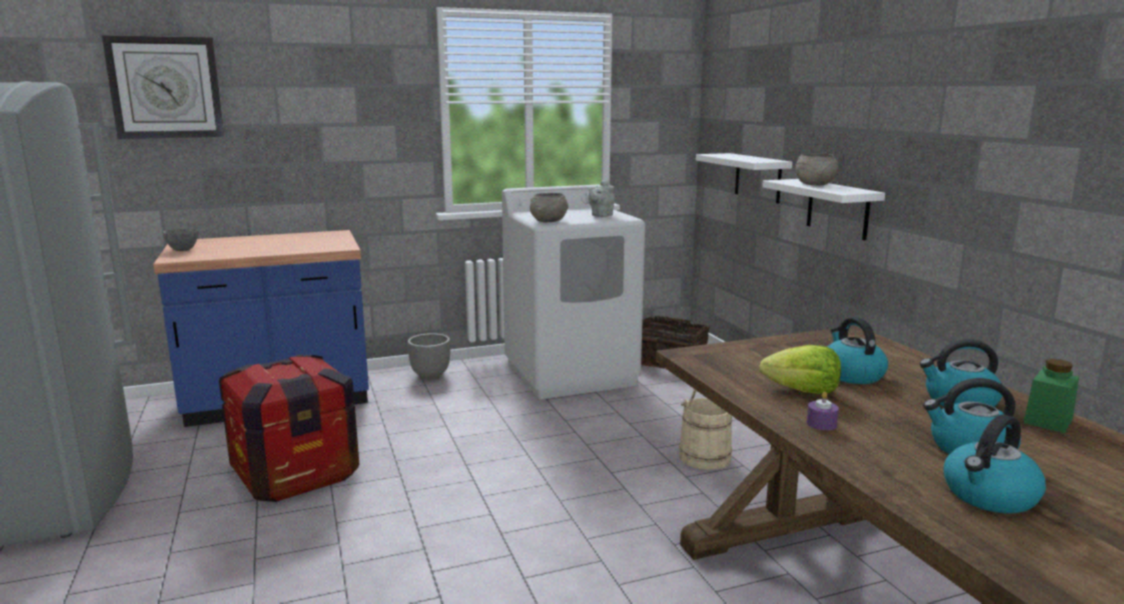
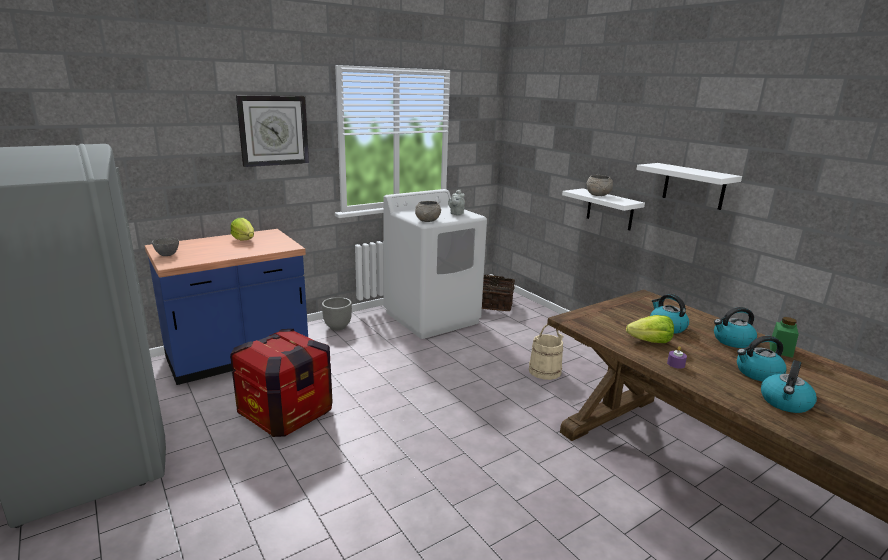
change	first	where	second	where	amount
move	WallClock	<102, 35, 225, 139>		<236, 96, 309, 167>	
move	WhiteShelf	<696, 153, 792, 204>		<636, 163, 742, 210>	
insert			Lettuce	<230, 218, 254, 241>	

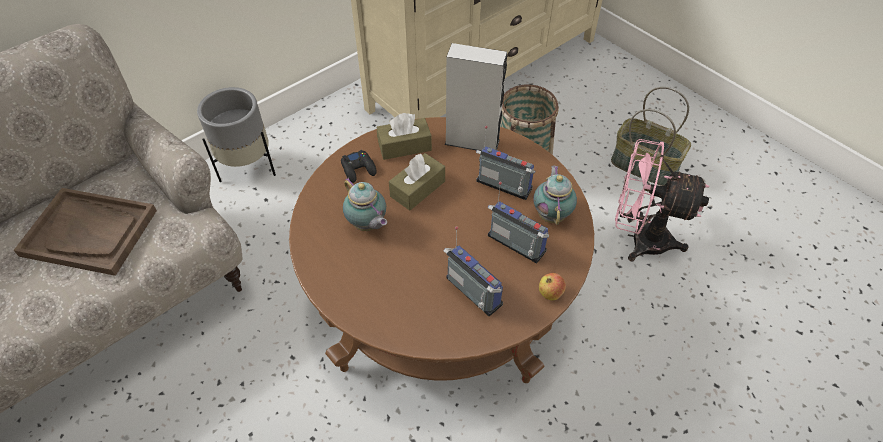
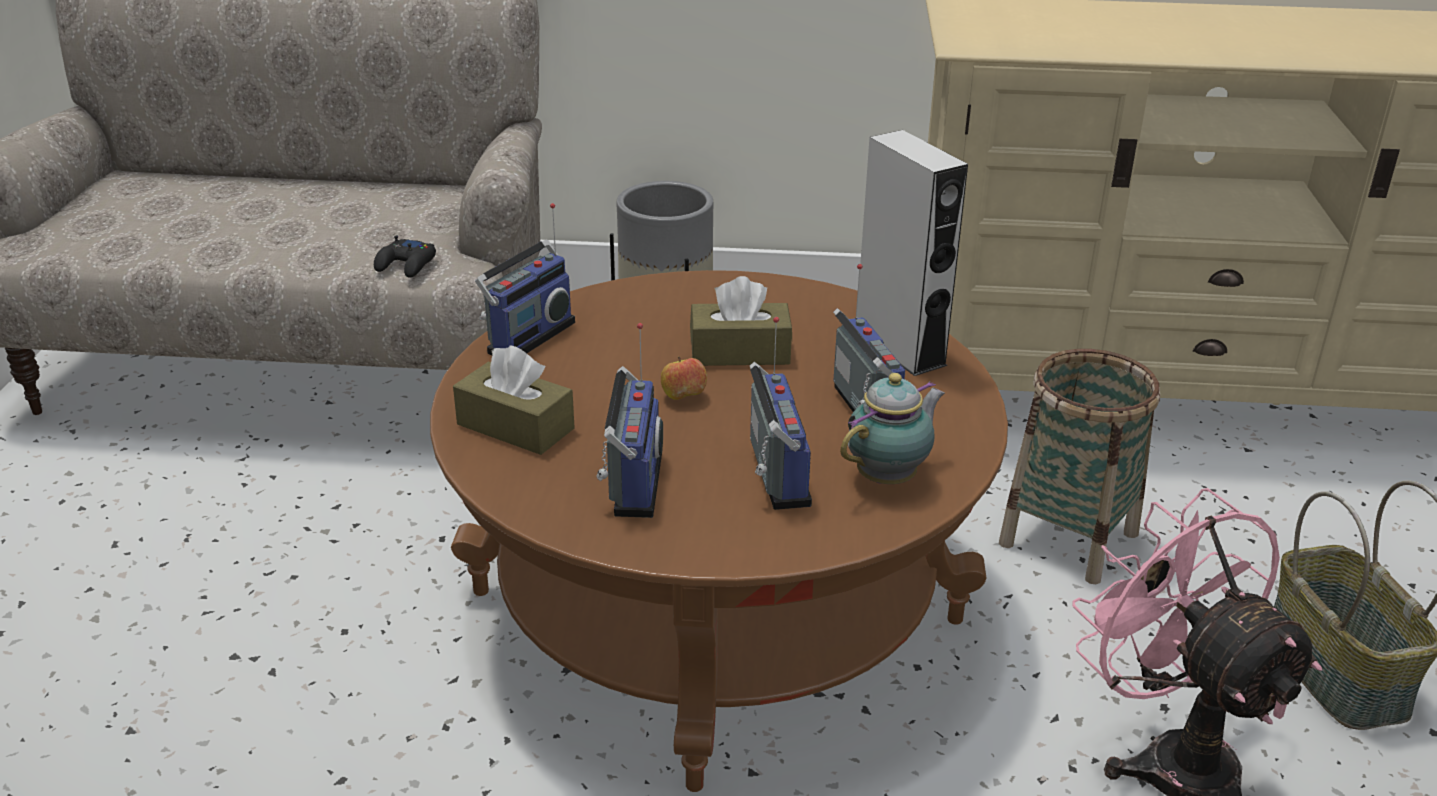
change	first	where	second	where	amount
delete	BrownTray	<13, 188, 157, 276>			
move	BlackGameController	<341, 150, 376, 183>		<374, 235, 436, 278>	
delete	Teapot	<343, 177, 387, 231>			
move	BrownTissueBox	<377, 113, 432, 160>		<453, 345, 575, 455>	
move	Apple	<539, 273, 566, 300>		<661, 356, 707, 400>	
insert			Radio	<475, 203, 575, 355>	

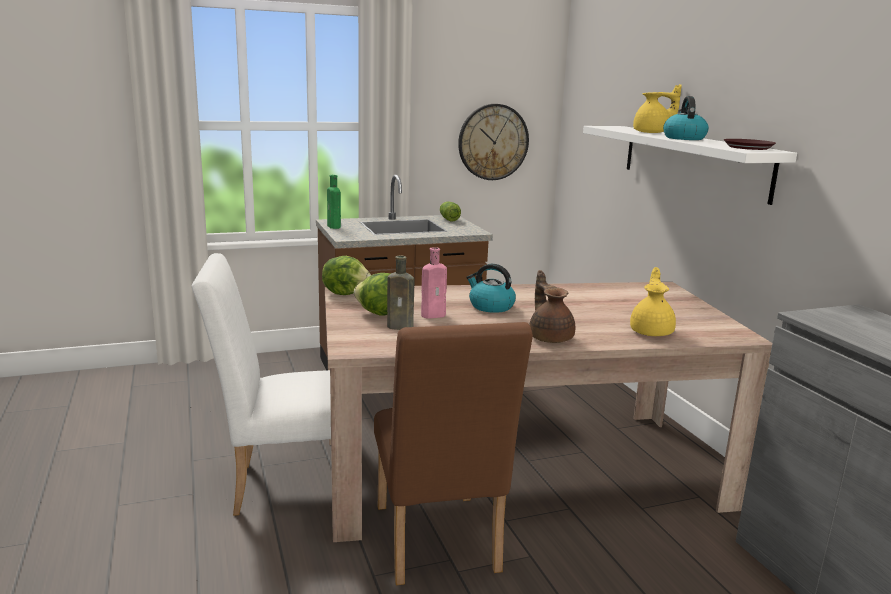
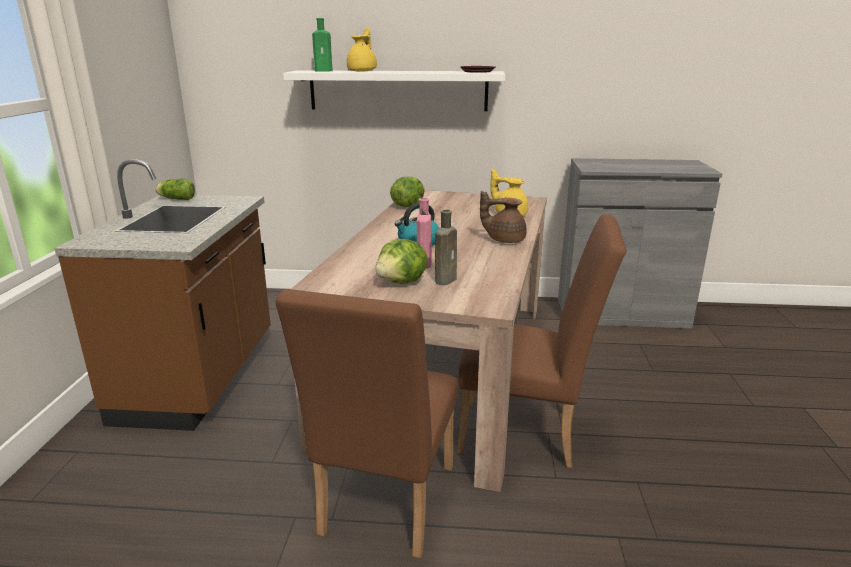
change	first	where	second	where	amount
recolor	WhiteChair	<191, 253, 331, 516>	BrownChair	<276, 289, 458, 558>	
move	Lettuce	<322, 256, 371, 295>		<390, 177, 425, 208>	
move	GreenBottle	<327, 175, 341, 229>		<312, 18, 333, 71>	
delete	WallClock	<458, 104, 529, 180>			
delete	Kettle	<663, 96, 709, 140>			

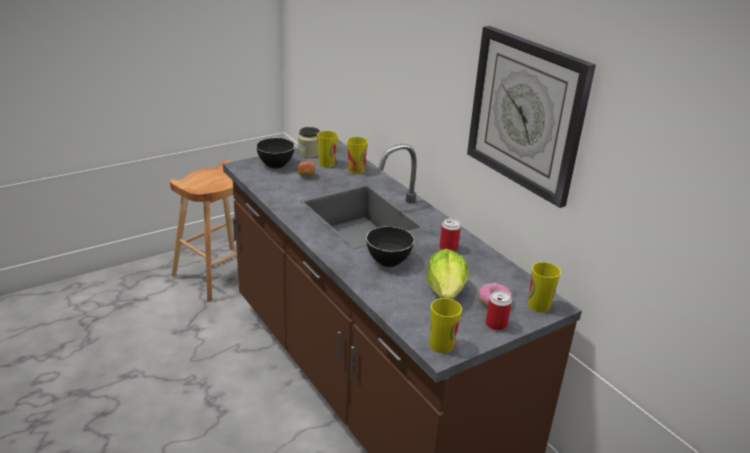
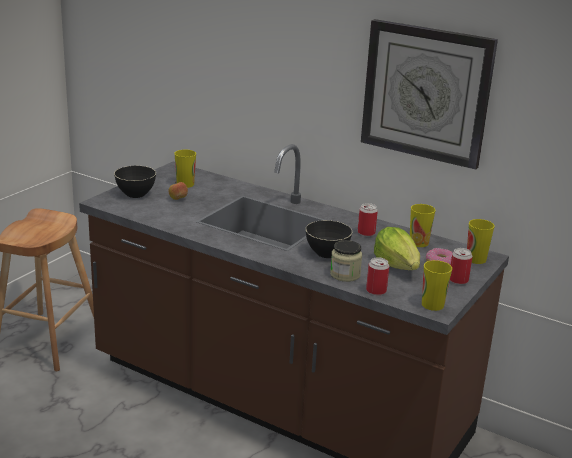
change	first	where	second	where	amount
move	Jar	<298, 127, 320, 158>		<330, 240, 362, 282>	
move	Cup	<347, 137, 368, 174>		<410, 204, 436, 247>	
insert			Can	<366, 257, 389, 295>	

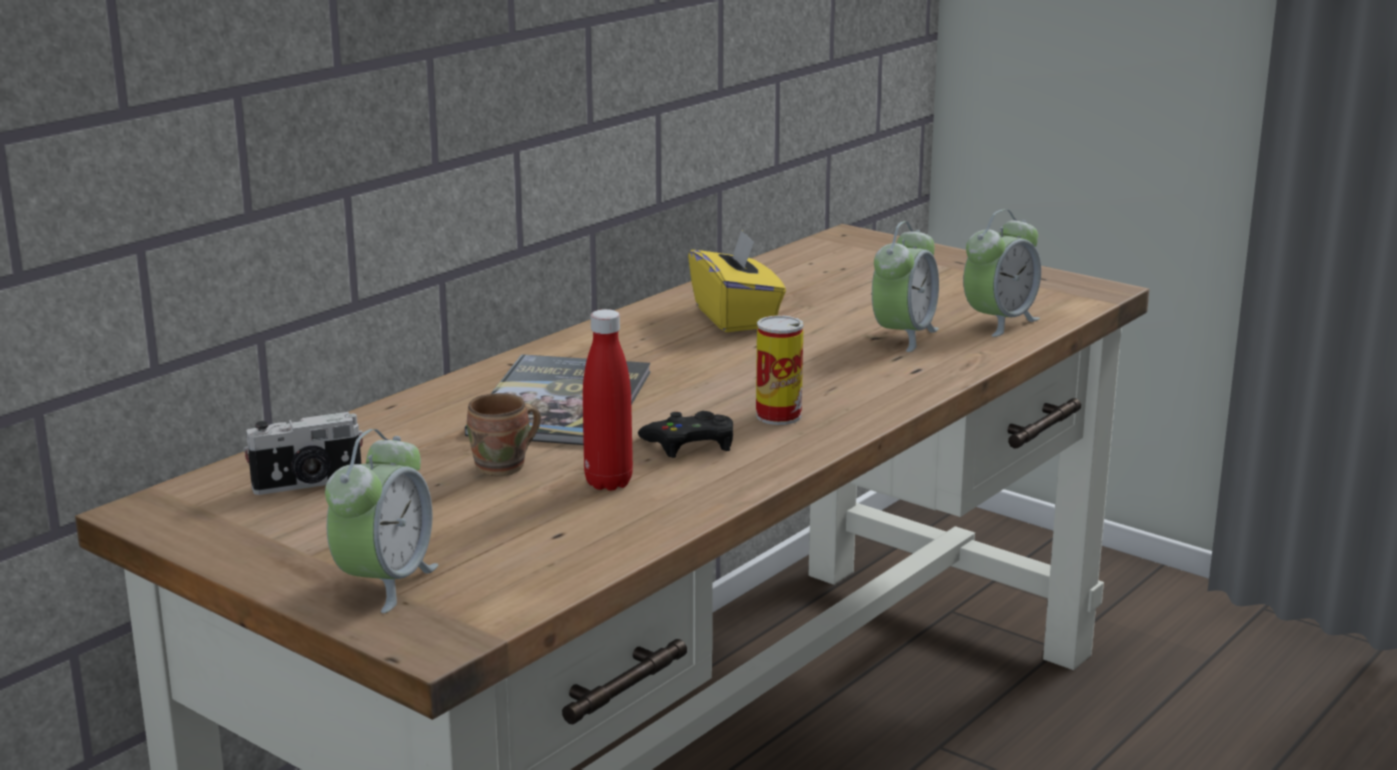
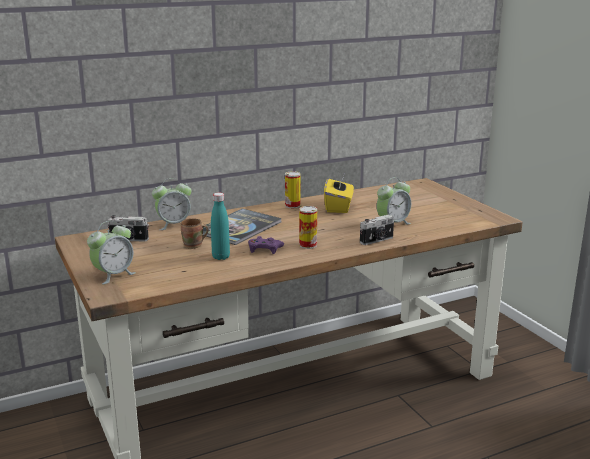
change	first	where	second	where	amount
recolor	RedBottle	<583, 309, 633, 491>	TurquoiseBottle	<211, 193, 230, 260>	
recolor	BlackGameController	<638, 411, 733, 458>	PurpleGameController	<248, 236, 284, 254>	
move	AlarmClock	<963, 209, 1041, 337>		<152, 178, 191, 230>	
insert			Can	<285, 171, 301, 208>	
insert			PhotoCamera	<360, 215, 394, 245>	

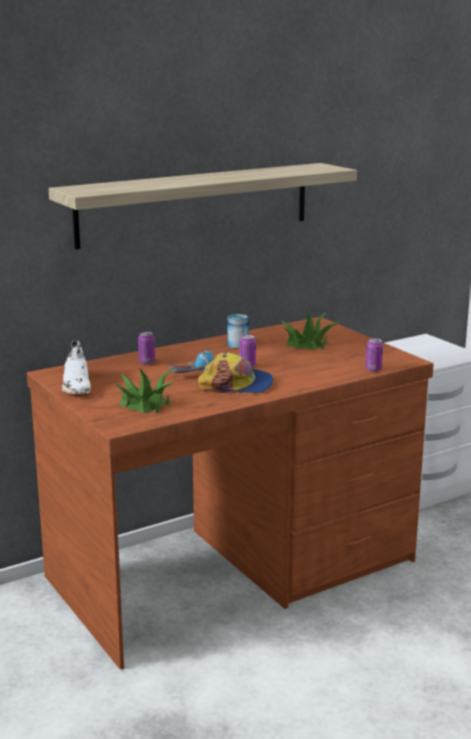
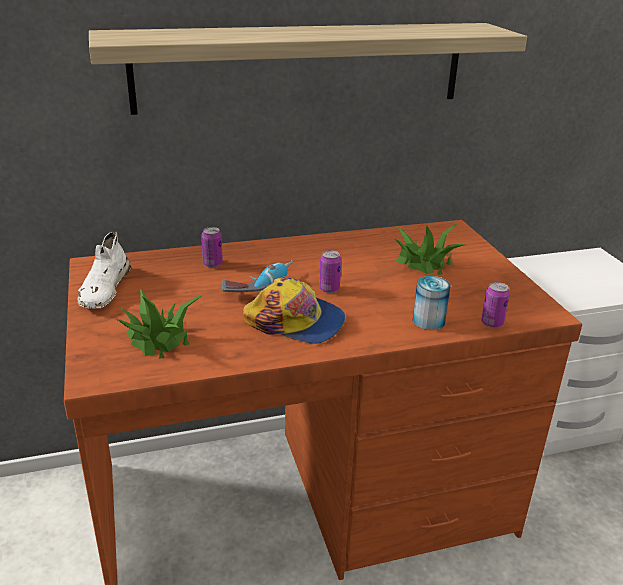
change	first	where	second	where	amount
move	Can	<227, 314, 249, 349>		<413, 276, 450, 330>	

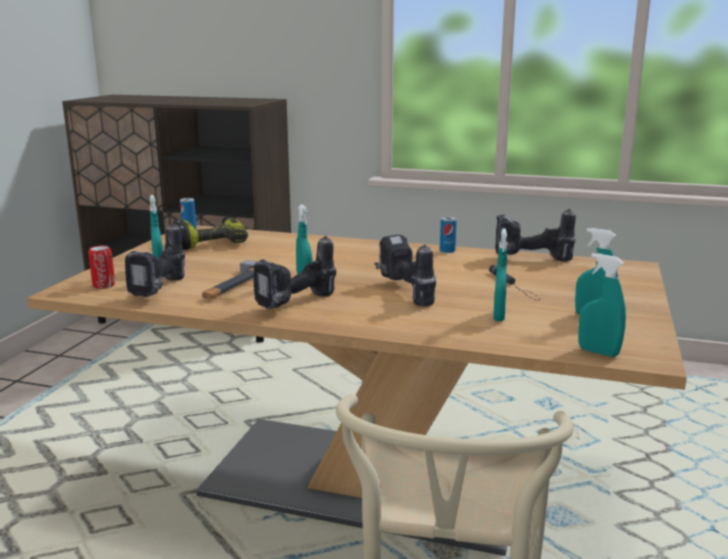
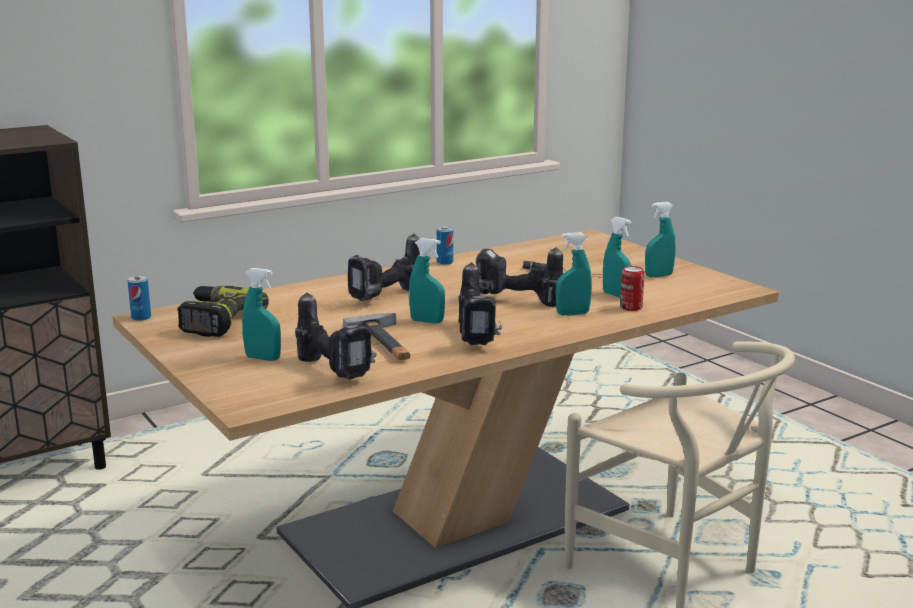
change	first	where	second	where	amount
move	Can	<88, 245, 115, 289>		<620, 266, 645, 311>	
move	PowerDrill	<495, 209, 576, 262>		<348, 233, 420, 301>	
move	TurquoiseSprayBottle	<578, 253, 626, 357>		<556, 232, 592, 316>	

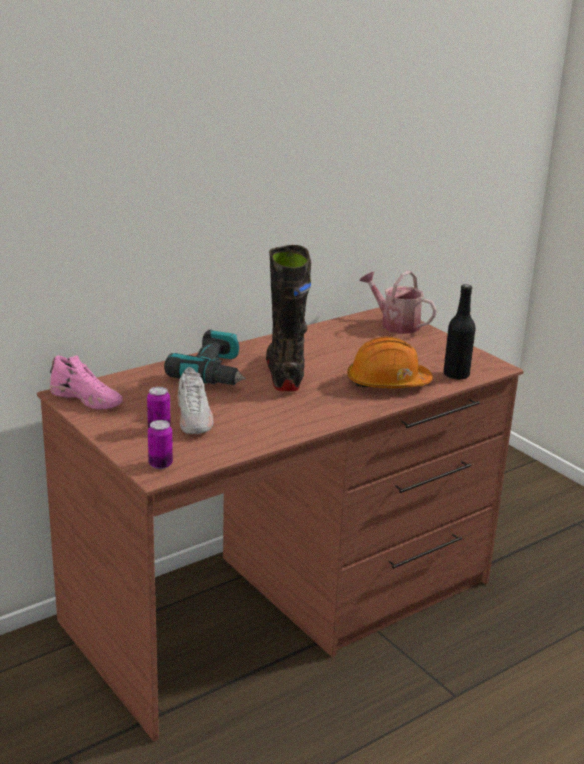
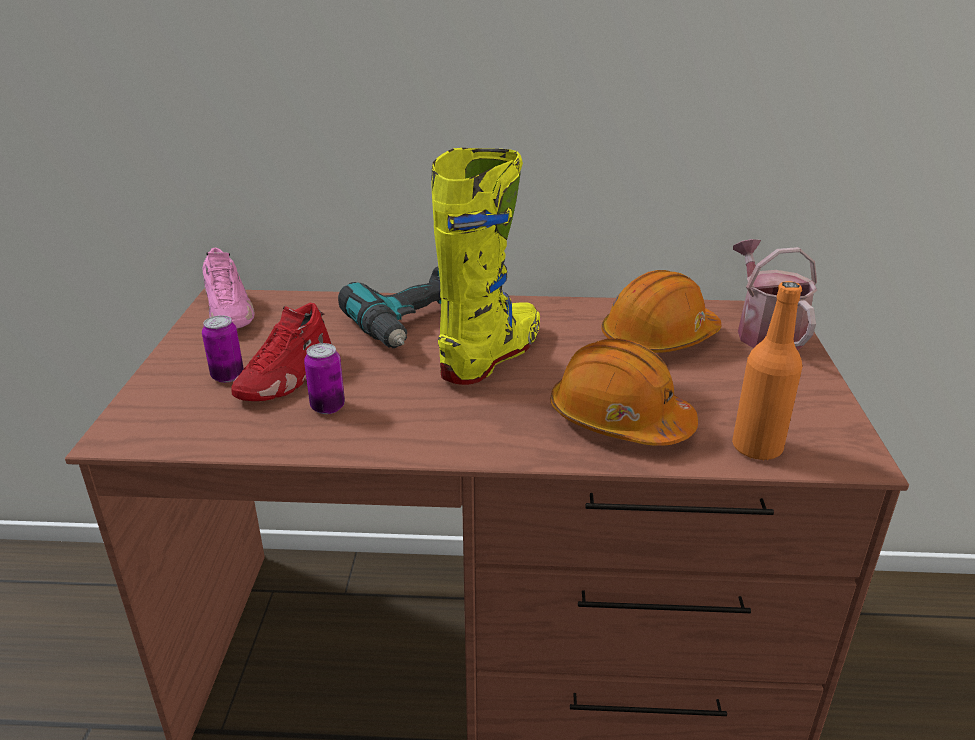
change	first	where	second	where	amount
move	Can	<148, 420, 173, 469>		<304, 343, 345, 414>	
recolor	WhiteShoe	<177, 367, 214, 434>	RedShoe	<232, 303, 332, 401>	
recolor	BlackBoot	<266, 245, 311, 391>	YellowBoot	<431, 148, 540, 385>	
recolor	BlackBottle	<443, 284, 476, 380>	OrangeBottle	<732, 281, 802, 461>	
insert			OrangeHardHat	<601, 270, 721, 353>	

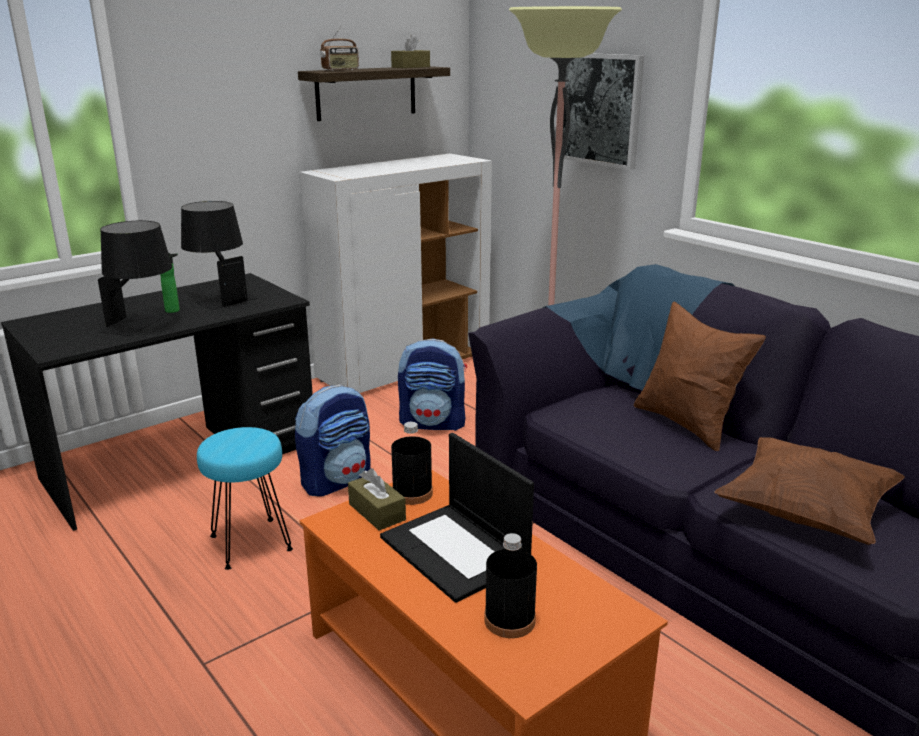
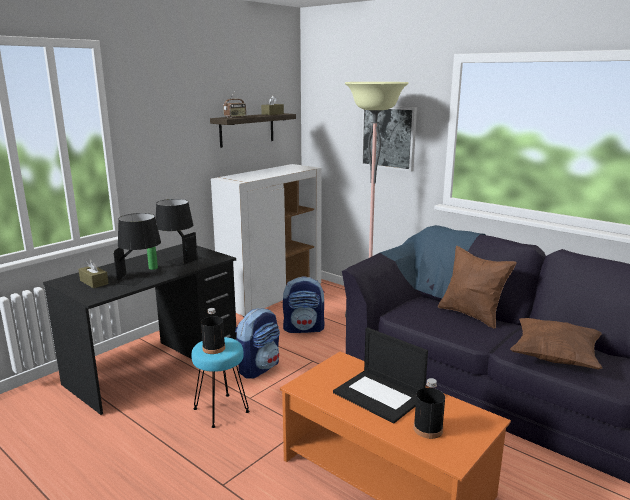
change	first	where	second	where	amount
move	BrownTissueBox	<348, 468, 406, 531>		<78, 259, 109, 288>	
move	BlackBottle	<391, 422, 433, 505>		<201, 308, 225, 354>	

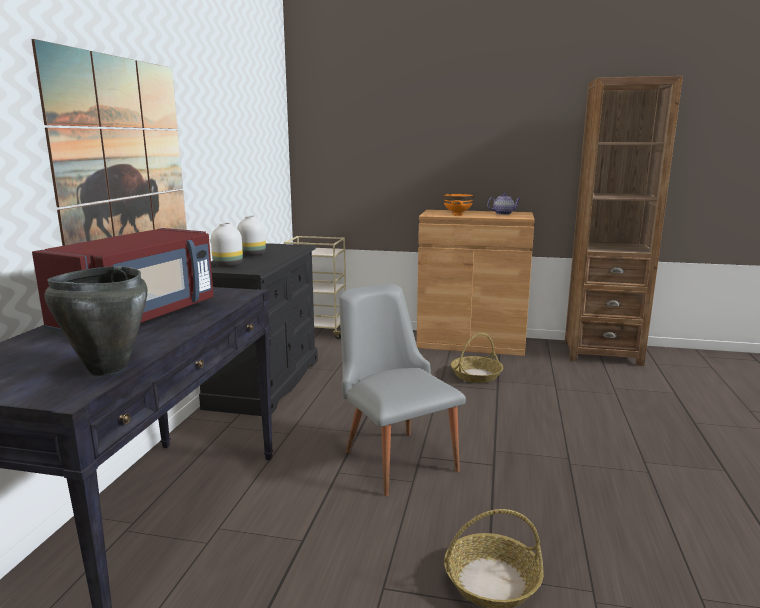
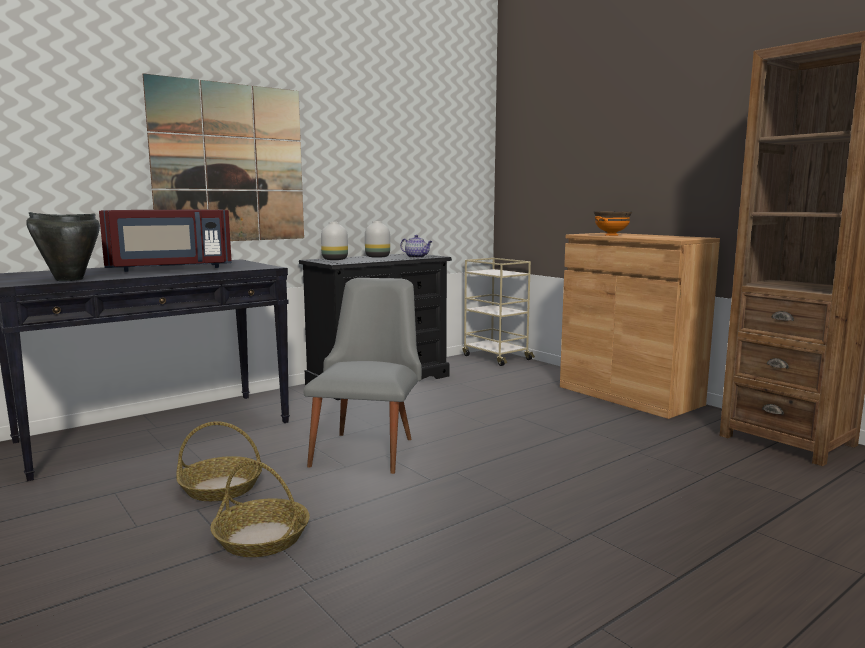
change	first	where	second	where	amount
move	Basket	<451, 333, 503, 383>		<176, 421, 262, 501>	
move	Teapot	<487, 193, 521, 215>		<400, 235, 433, 258>	

